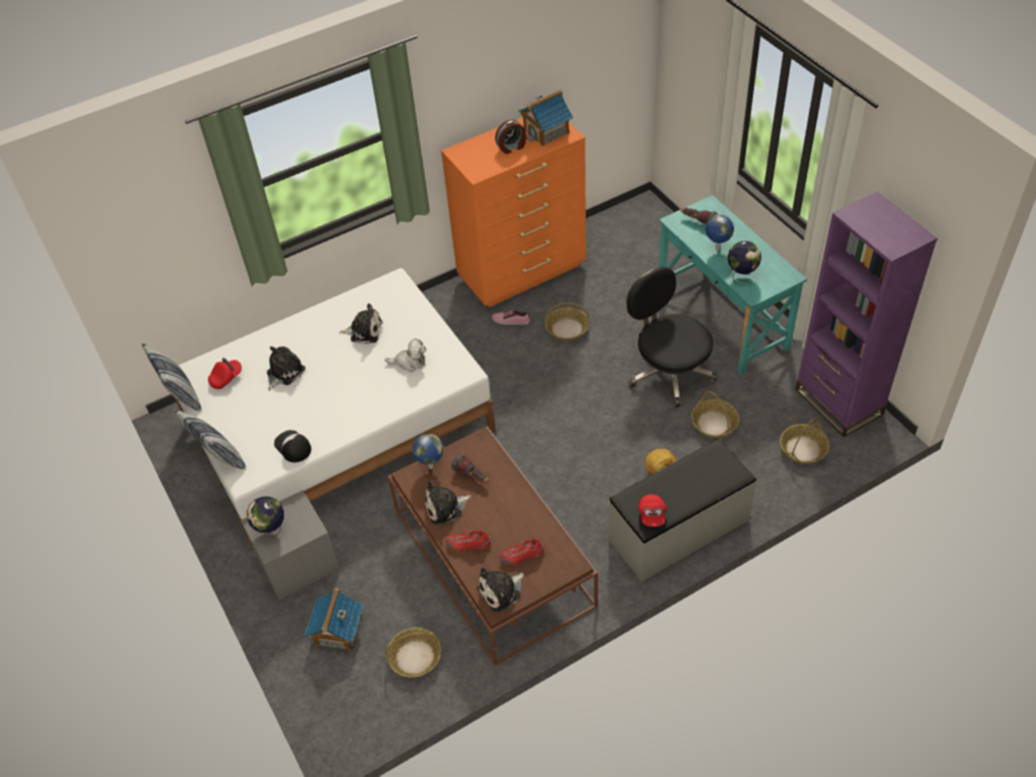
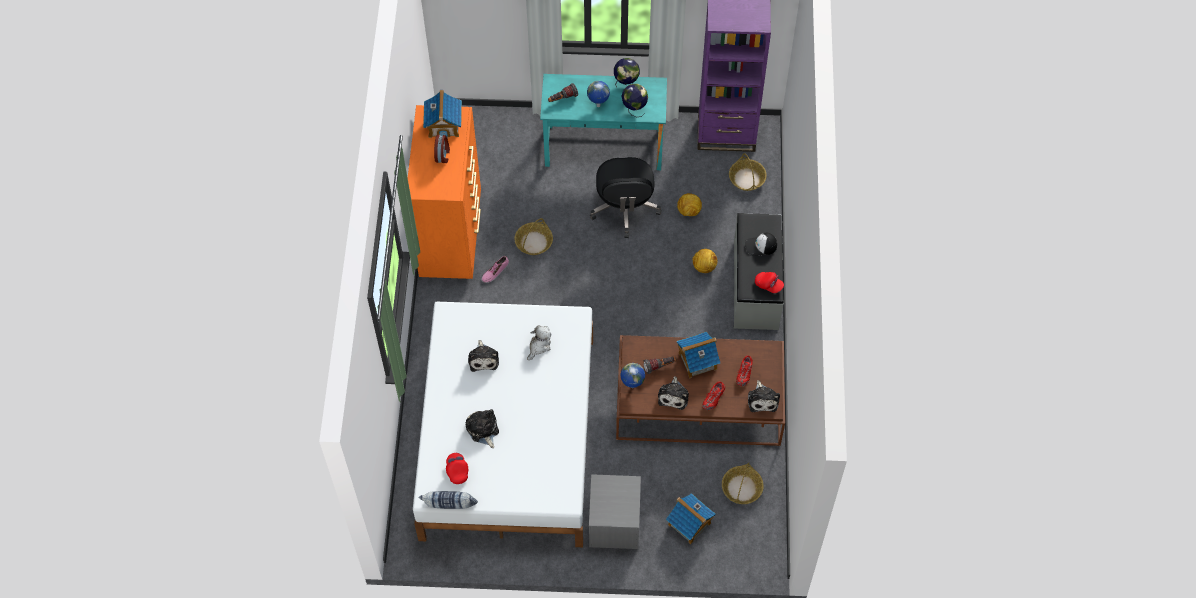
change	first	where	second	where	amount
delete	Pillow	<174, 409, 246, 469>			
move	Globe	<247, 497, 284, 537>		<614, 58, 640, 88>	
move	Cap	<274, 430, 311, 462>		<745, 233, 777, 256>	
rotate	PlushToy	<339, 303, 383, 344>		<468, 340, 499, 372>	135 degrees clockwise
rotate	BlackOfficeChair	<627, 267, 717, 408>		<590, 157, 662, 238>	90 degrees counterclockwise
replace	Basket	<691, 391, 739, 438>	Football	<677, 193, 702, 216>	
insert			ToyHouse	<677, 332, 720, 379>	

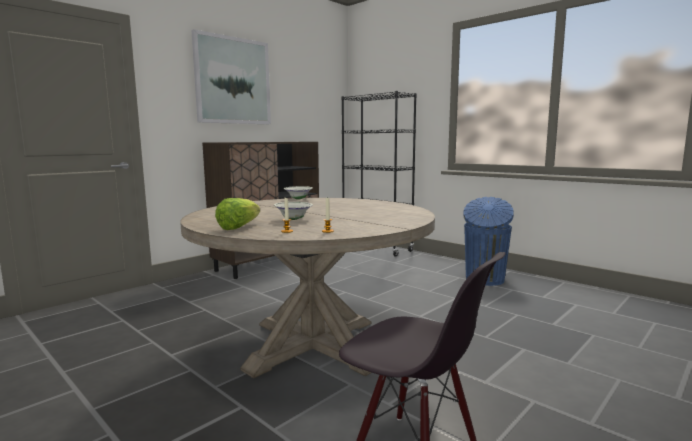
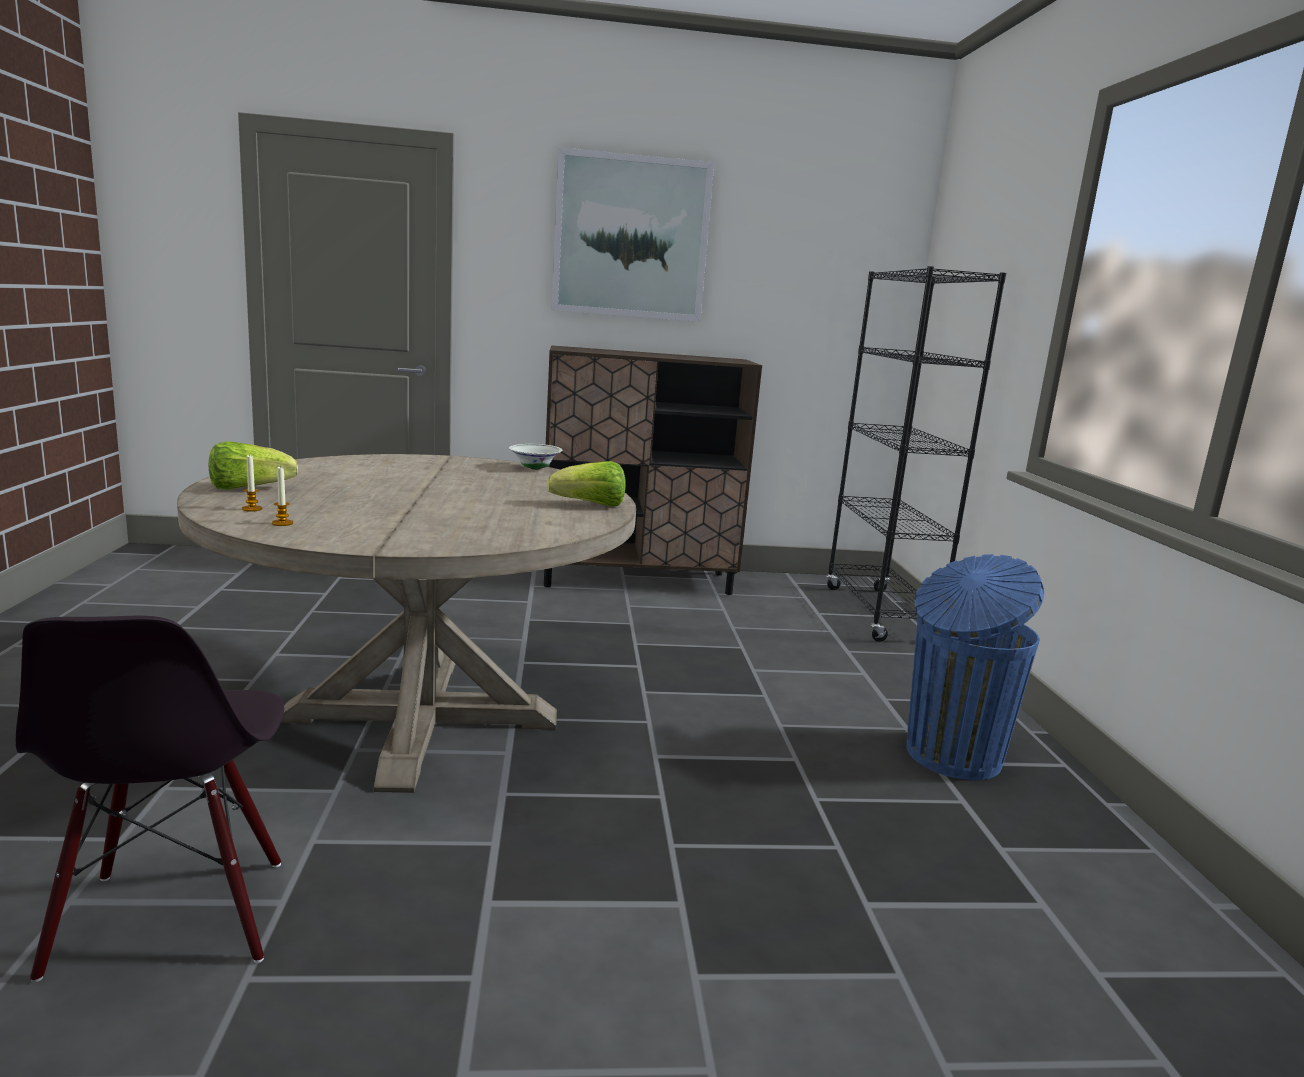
change	first	where	second	where	amount
delete	WhiteBowl	<274, 202, 313, 220>			
insert			Lettuce	<547, 461, 625, 506>	

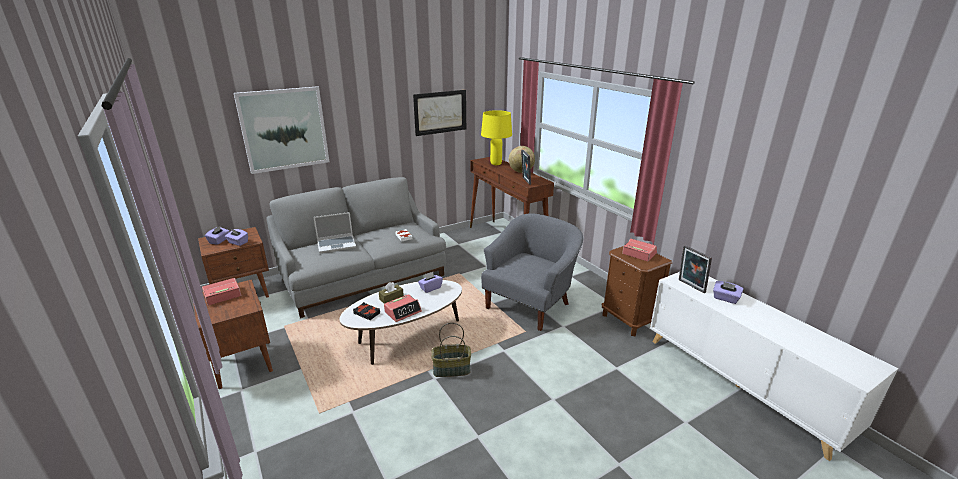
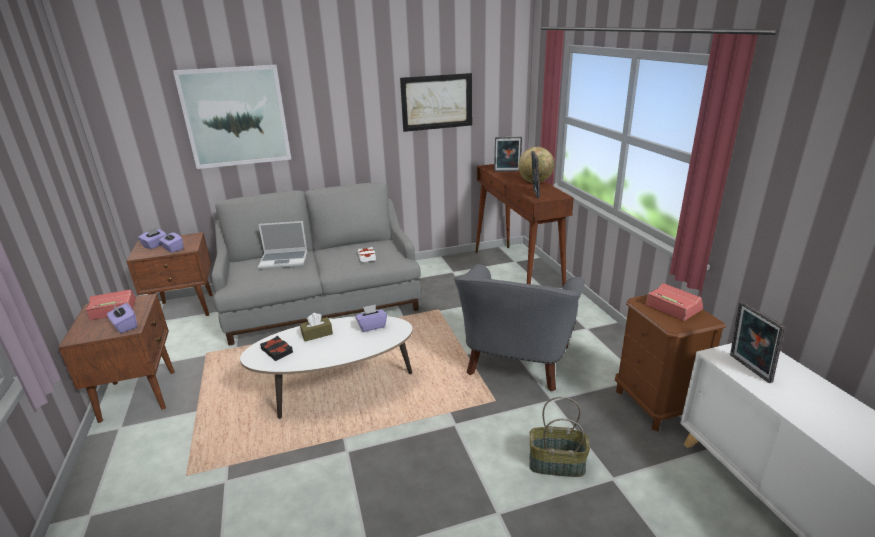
change	first	where	second	where	amount
delete	AlarmClock	<384, 294, 422, 322>			
move	Basket	<432, 323, 471, 377>		<529, 397, 590, 477>	
replace	YellowTableLamp	<481, 110, 512, 165>	PictureFrame	<494, 137, 522, 172>	
rotate	GreyArmchair	<481, 213, 584, 331>		<454, 264, 585, 391>	150 degrees clockwise
move	PurpleTissueBox	<713, 281, 744, 304>		<107, 303, 137, 333>	

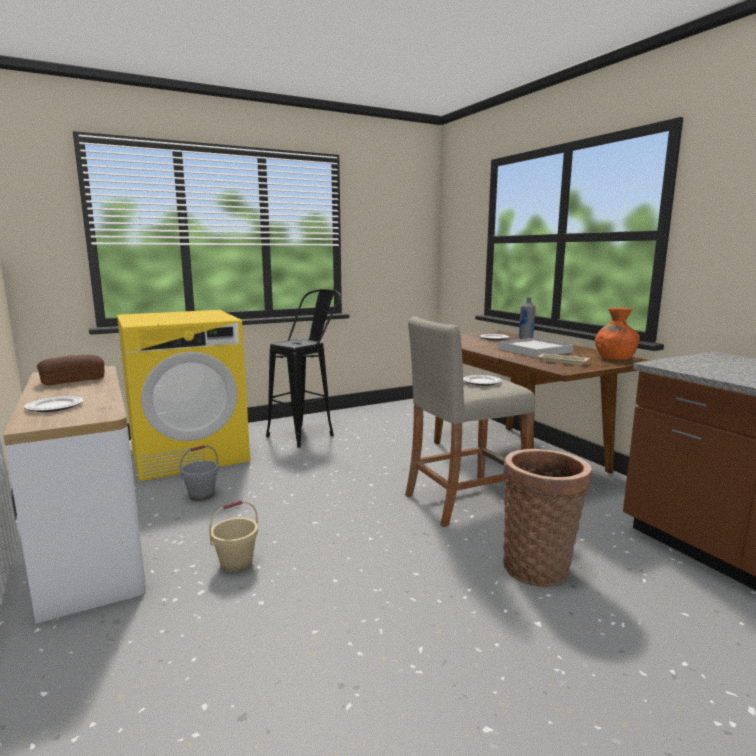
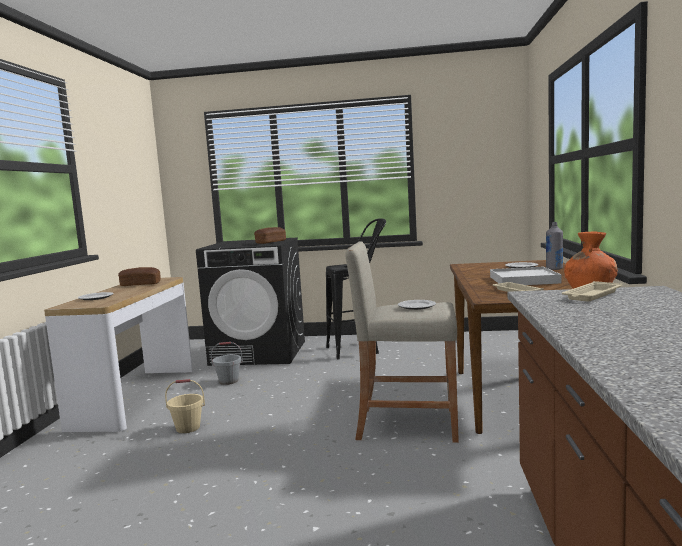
change	first	where	second	where	amount
recolor	YellowWashingMachine	<117, 310, 250, 481>	BlackWashingMachine	<196, 237, 305, 366>	
delete	Basket	<503, 449, 592, 587>			
insert			Bread	<254, 227, 286, 244>	
insert			BeigeTray	<562, 281, 622, 302>	

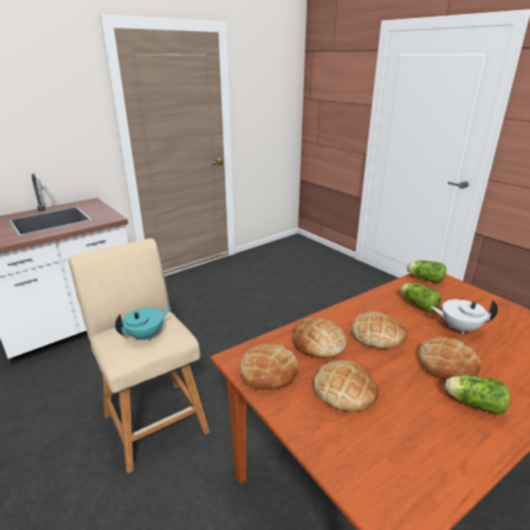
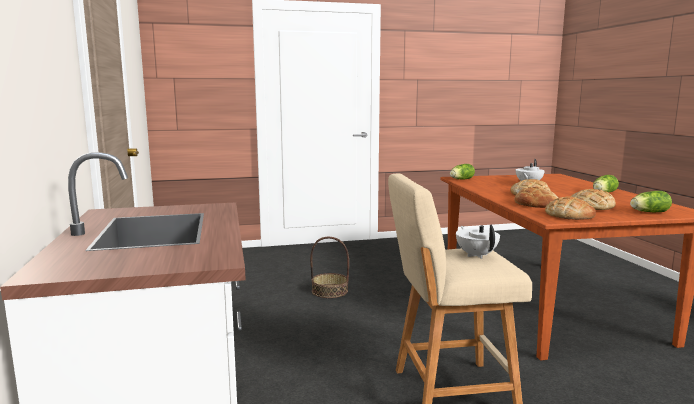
change	first	where	second	where	amount
recolor	TurquoiseTeapot	<115, 307, 171, 341>	WhiteTeapot	<456, 225, 500, 259>	
move	Lettuce	<400, 283, 441, 312>		<630, 191, 672, 212>	
delete	Bread	<418, 337, 481, 380>			
insert			Basket	<310, 237, 349, 298>	

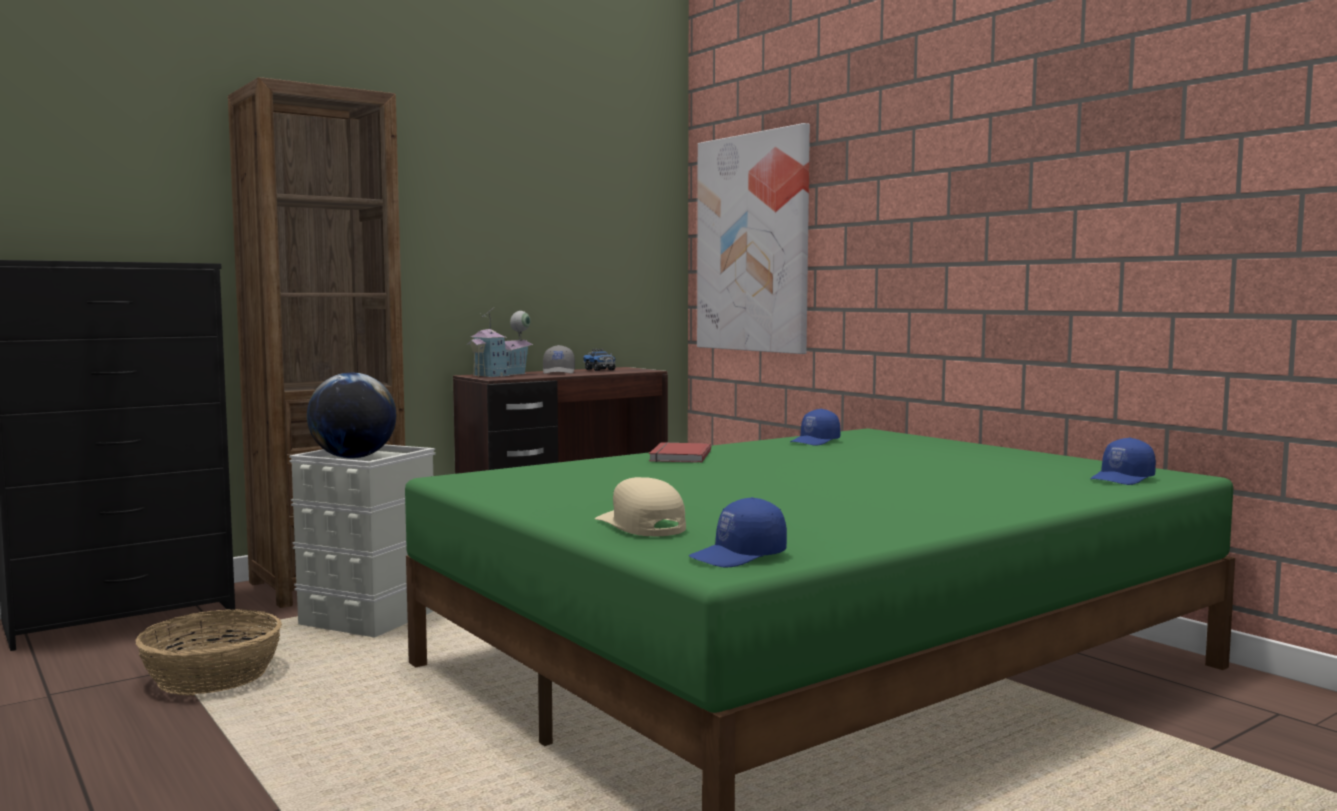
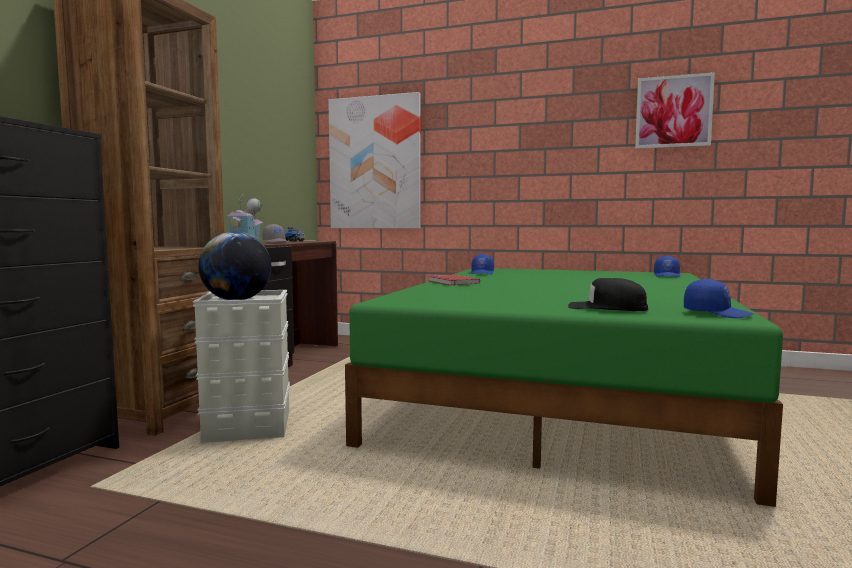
change	first	where	second	where	amount
delete	Basket	<136, 609, 282, 696>			
recolor	BeigeCap	<595, 477, 686, 537>	BlackCap	<568, 278, 648, 311>	
rotate	BlueCap	<689, 497, 787, 568>		<684, 278, 754, 318>	75 degrees counterclockwise
insert			Picture	<635, 72, 715, 149>	

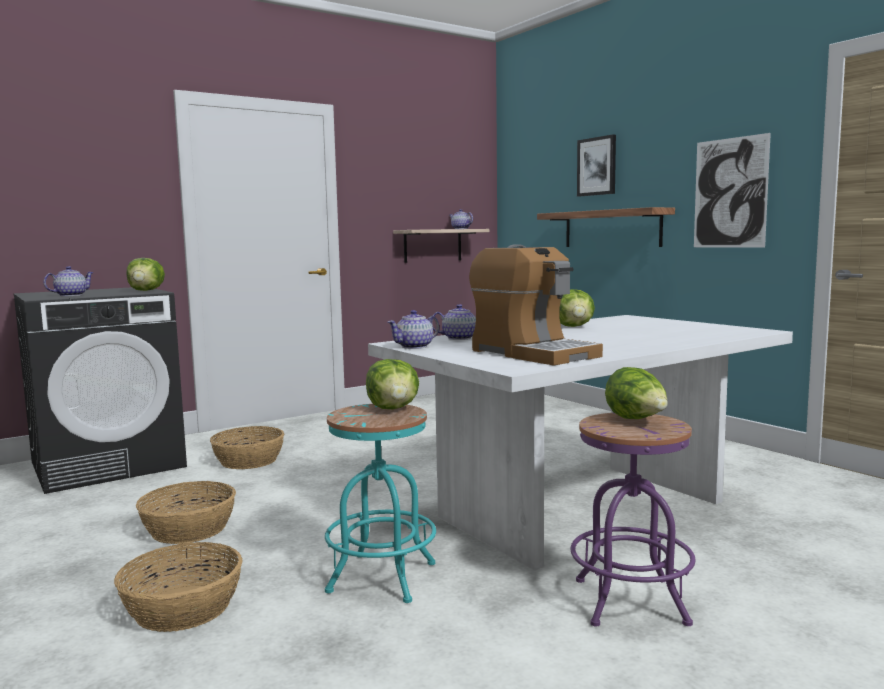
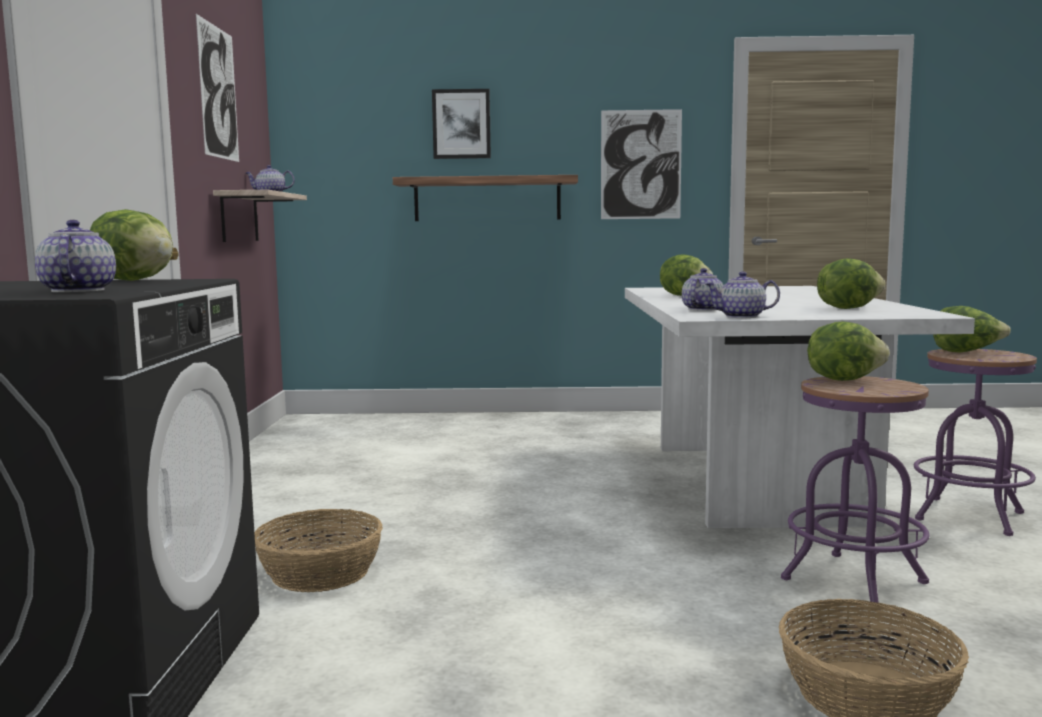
change	first	where	second	where	amount
delete	Basket	<136, 481, 236, 544>			
recolor	TurquoiseStool	<325, 404, 436, 603>	PurpleStool	<781, 376, 929, 603>	
rotate	Teapot	<387, 310, 439, 349>		<705, 272, 780, 318>	90 degrees clockwise
replace	CoffeeMachine	<469, 244, 603, 366>	Lettuce	<817, 258, 885, 309>	
insert			Picture	<196, 14, 239, 162>	

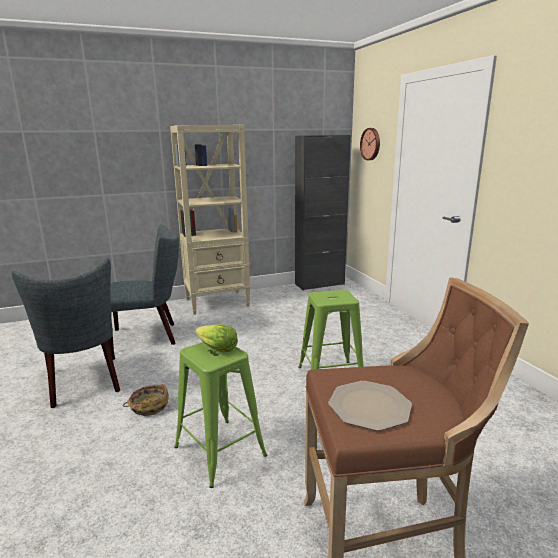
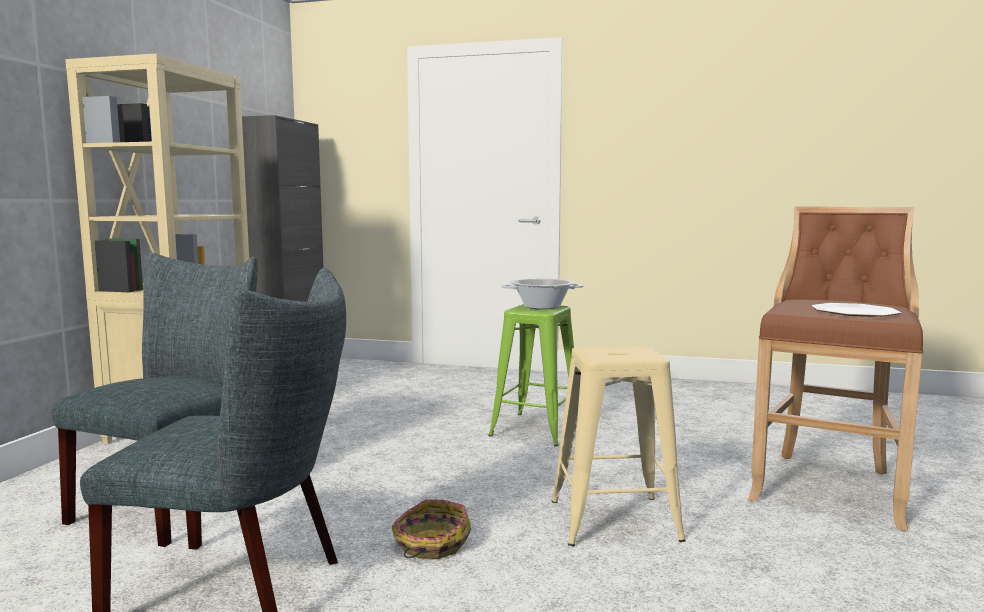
change	first	where	second	where	amount
recolor	GreenStool	<174, 342, 267, 488>	BeigeStool	<552, 345, 686, 546>	
delete	Lettuce	<195, 324, 238, 352>			
delete	WallClock	<360, 128, 380, 160>			
insert			CookingPot	<502, 278, 583, 309>	

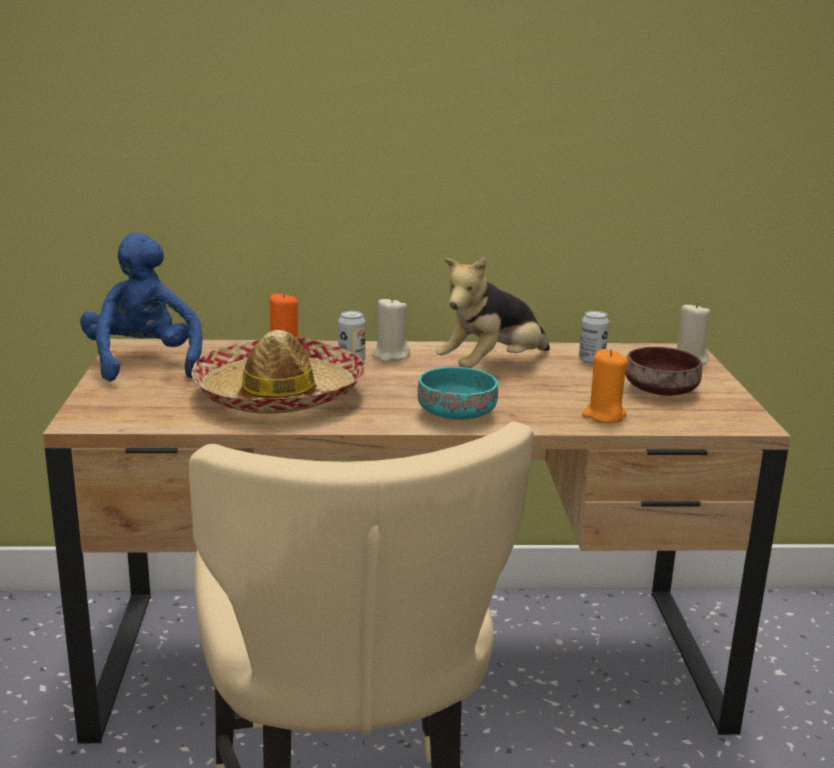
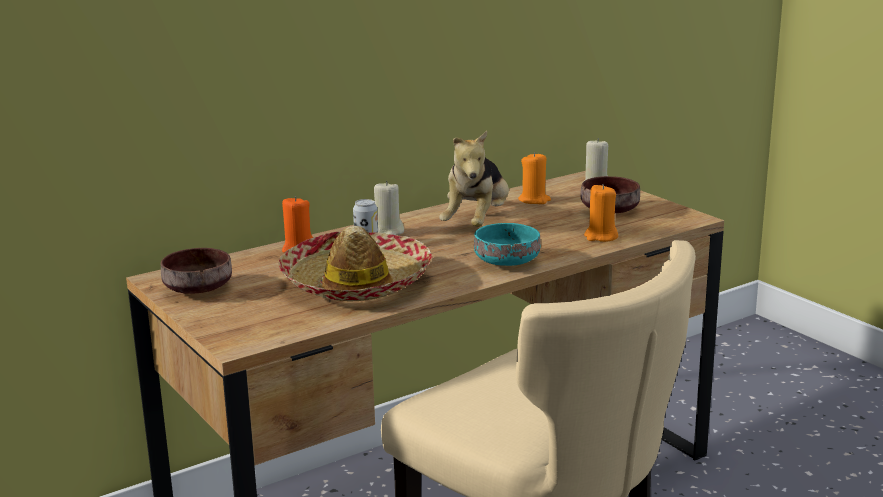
change	first	where	second	where	amount
replace	BluePlushToy	<80, 233, 203, 382>	BrownBowl	<161, 248, 232, 294>	
replace	Can	<579, 311, 609, 364>	OrangeCandle	<518, 152, 551, 204>	

